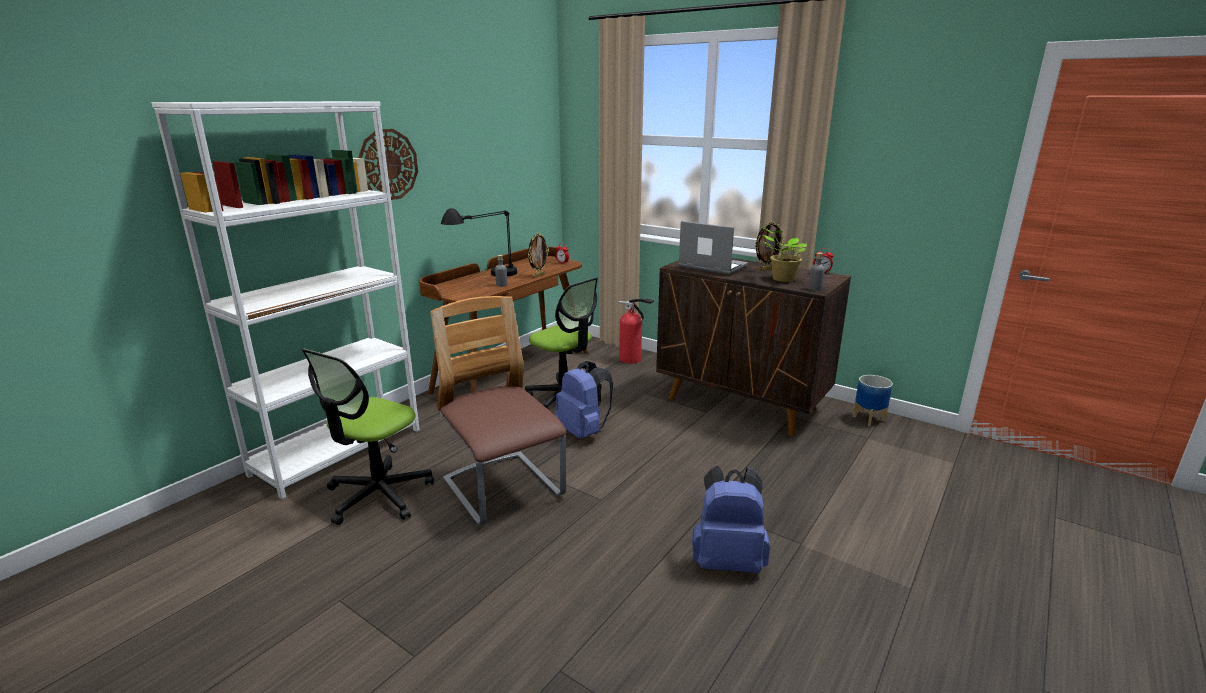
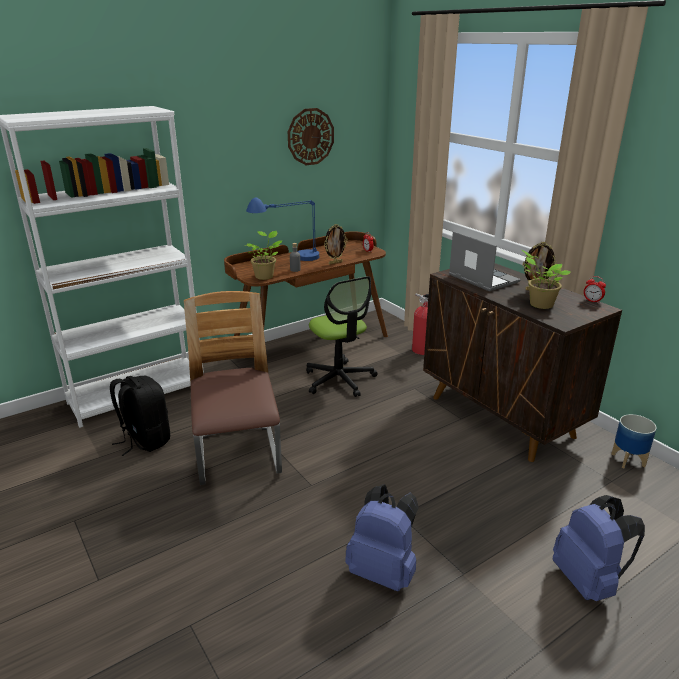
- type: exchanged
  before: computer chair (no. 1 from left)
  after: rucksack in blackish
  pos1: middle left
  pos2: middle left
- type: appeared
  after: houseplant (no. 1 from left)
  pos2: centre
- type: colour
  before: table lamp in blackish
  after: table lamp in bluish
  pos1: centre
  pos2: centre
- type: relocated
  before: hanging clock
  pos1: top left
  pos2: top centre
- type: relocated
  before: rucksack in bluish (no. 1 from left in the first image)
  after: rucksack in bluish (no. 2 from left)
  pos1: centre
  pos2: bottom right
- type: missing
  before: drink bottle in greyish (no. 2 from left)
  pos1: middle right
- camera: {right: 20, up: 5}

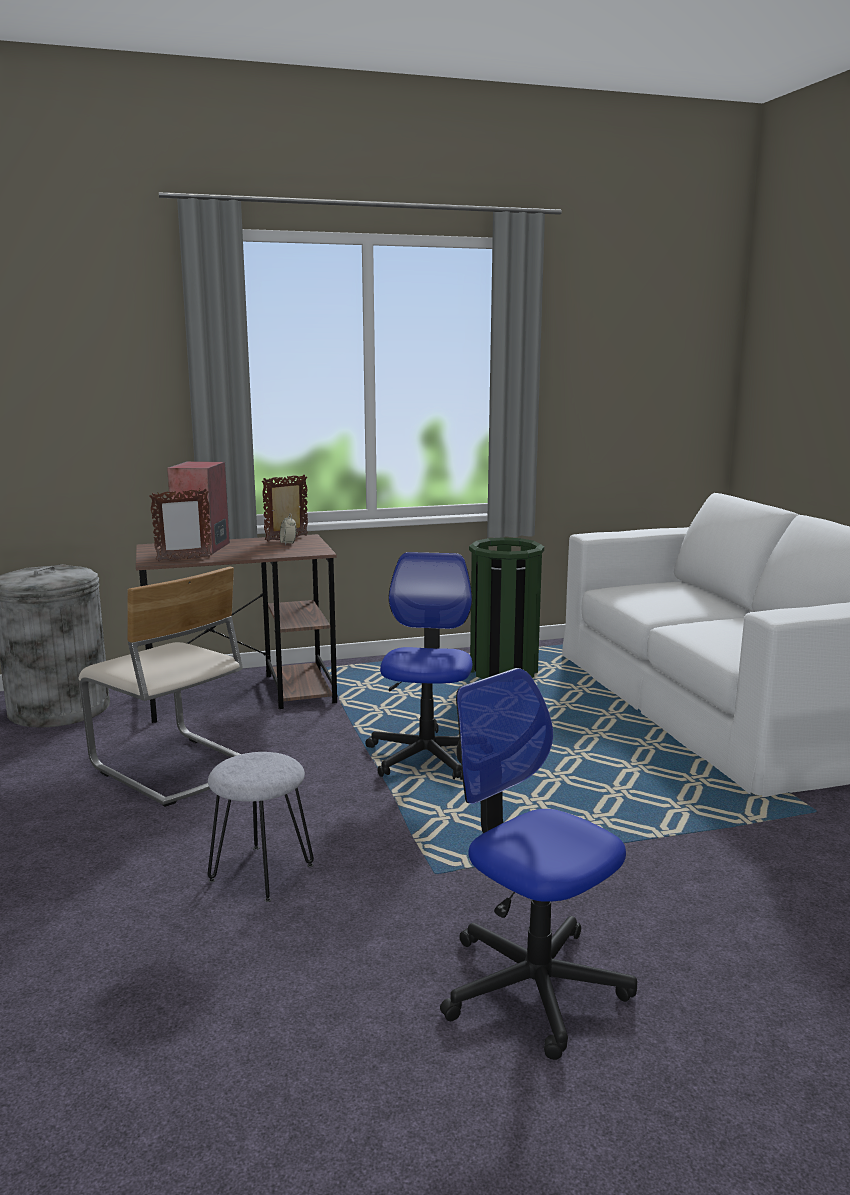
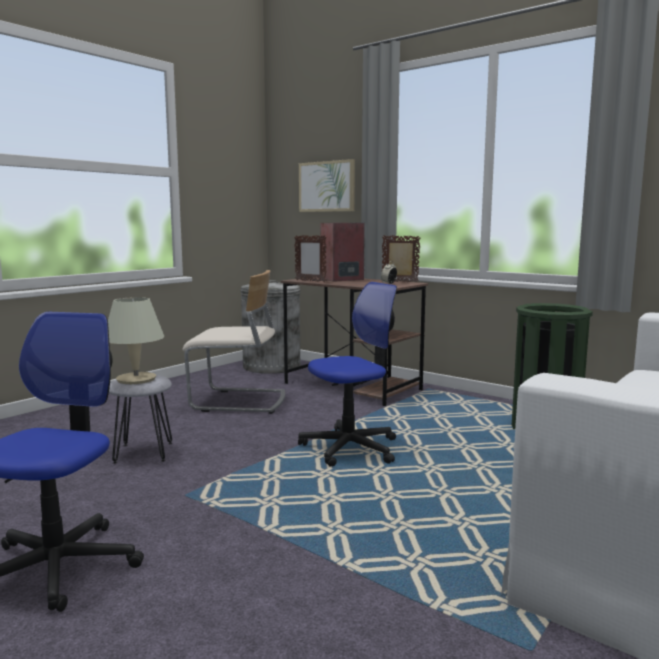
- type: appeared
  after: table lamp in sand-coloured
  pos2: middle left
- type: spun
  before: plain chair in sand-coloured
  pos1: middle left
  pos2: centre
  turn: -90
- type: appeared
  after: wall picture
  pos2: top centre
- camera: {right: 55, up: -5}

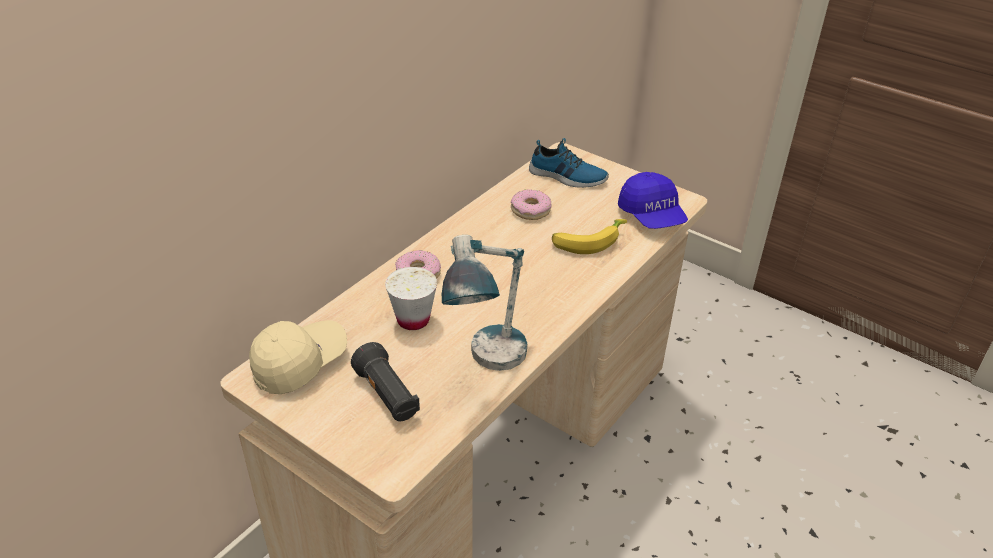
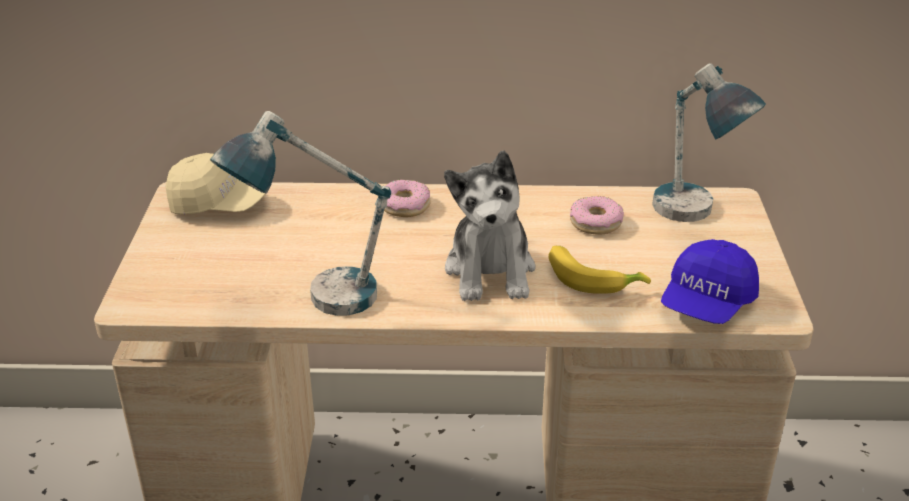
- type: appeared
  after: plush toy
  pos2: centre
- type: exchanged
  before: item of footwear
  after: table lamp (no. 2 from left)
  pos1: top centre
  pos2: top right
- type: missing
  before: torch in blackish
  pos1: bottom centre
- type: missing
  before: drinking cup in white-coloured
  pos1: centre
- camera: {right: 55, up: -5}

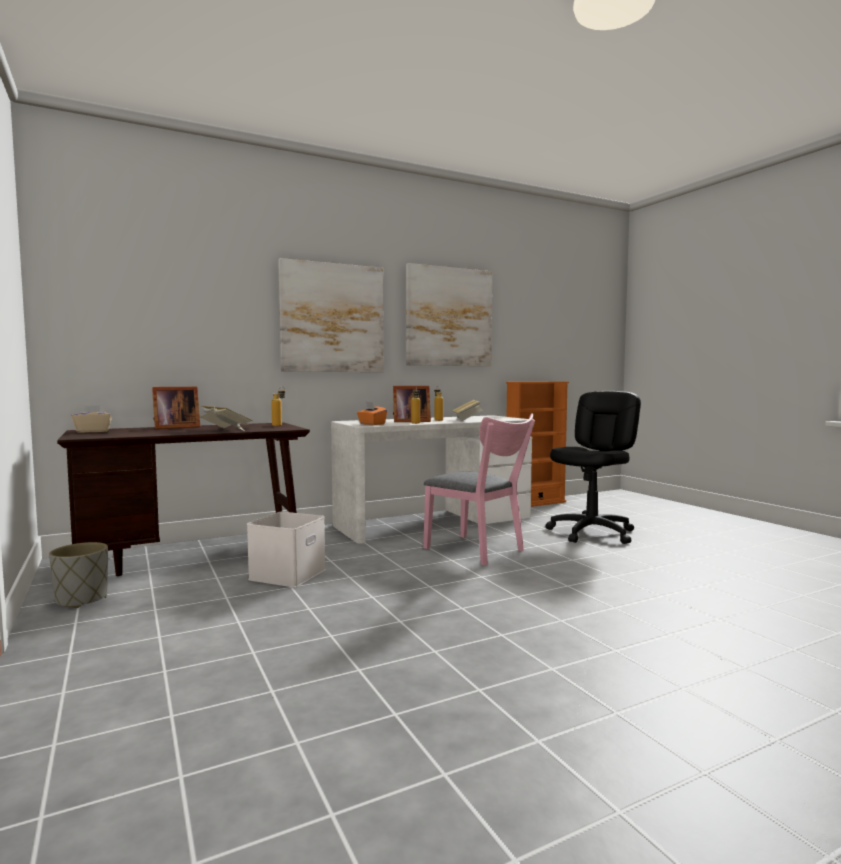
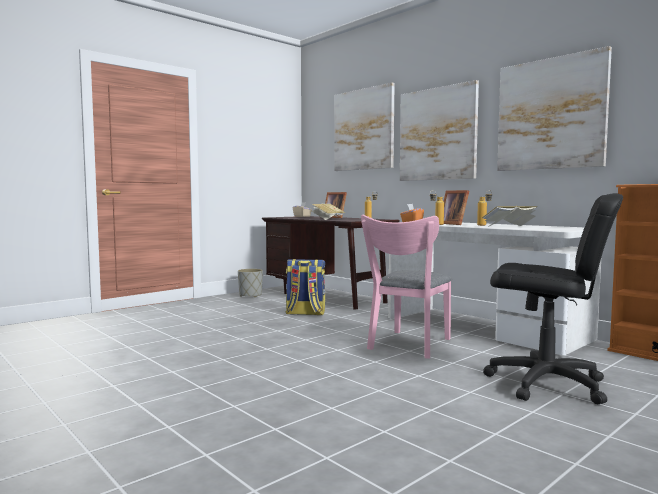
- type: exchanged
  before: storage box in white-coloured
  after: rucksack
  pos1: centre
  pos2: centre
- type: appeared
  after: wall picture (no. 1 from left)
  pos2: top centre
- camera: {right: 75, up: 0}

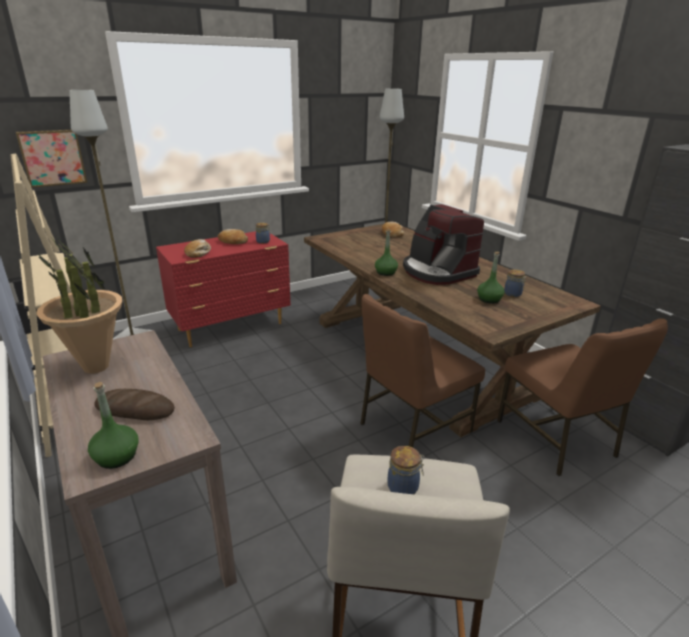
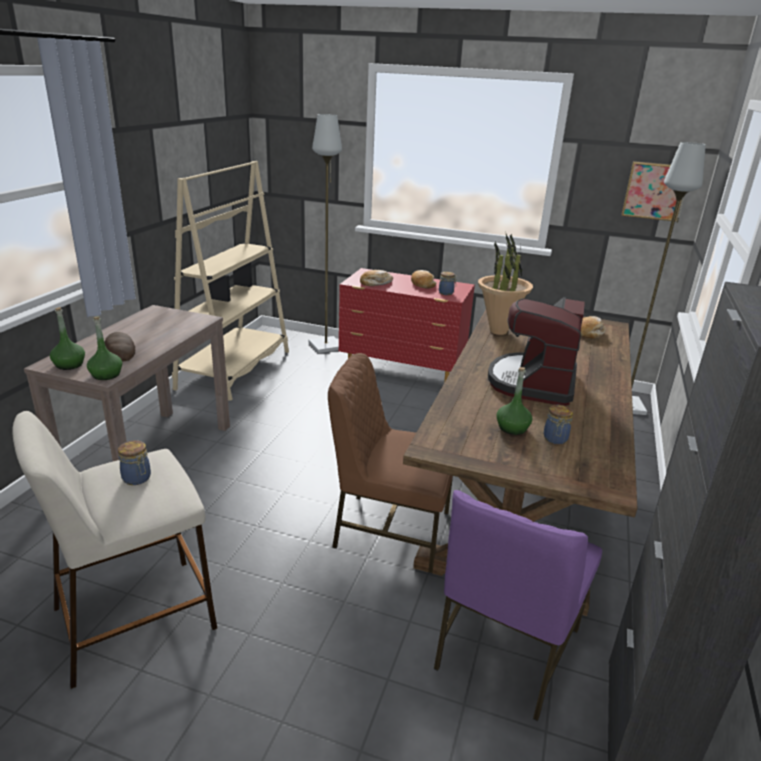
- type: relocated
  before: drink bottle in green-coloured (no. 2 from left)
  pos1: centre
  pos2: middle left
- type: colour
  before: plain chair in brown-coloured (no. 2 from left)
  after: plain chair in purple-coloured
  pos1: middle right
  pos2: bottom right
- type: relocated
  before: houseplant
  pos1: middle left
  pos2: centre
- type: relocated
  before: wall picture
  pos1: top left
  pos2: top right
- camera: {right: 50, up: 0}

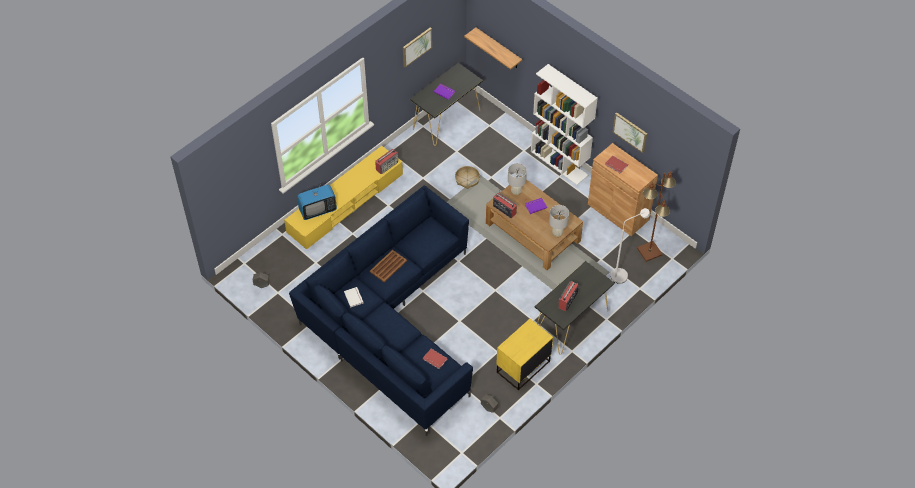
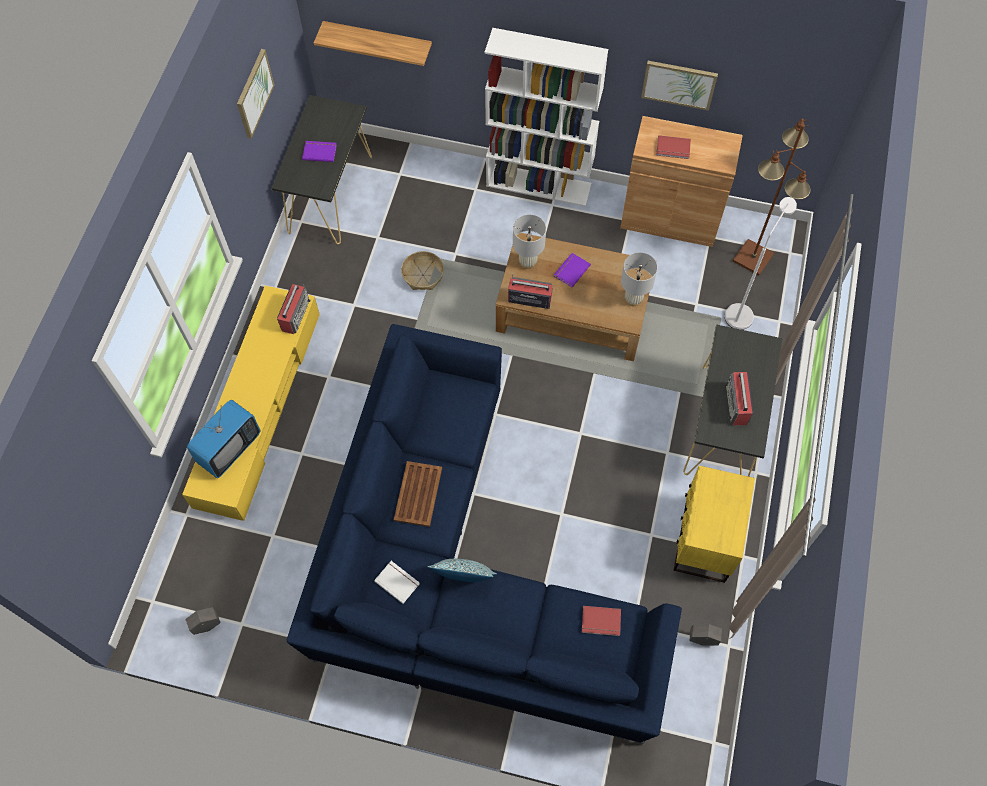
- type: appeared
  after: pillow
  pos2: bottom centre
- camera: {right: -30, up: 10}

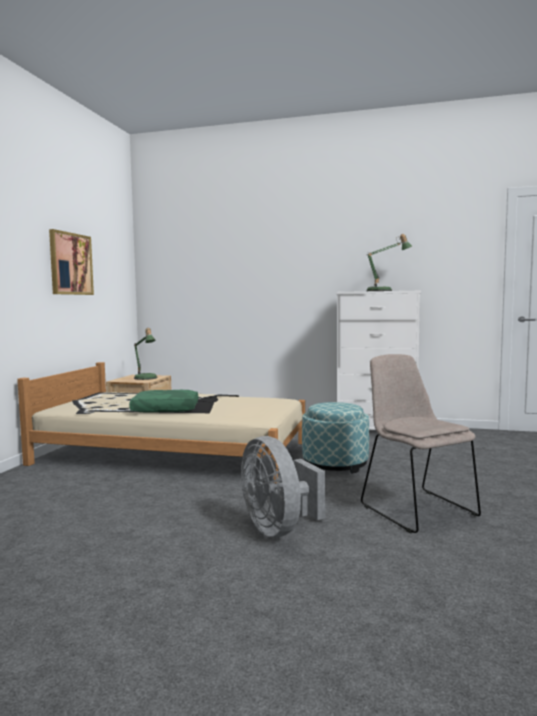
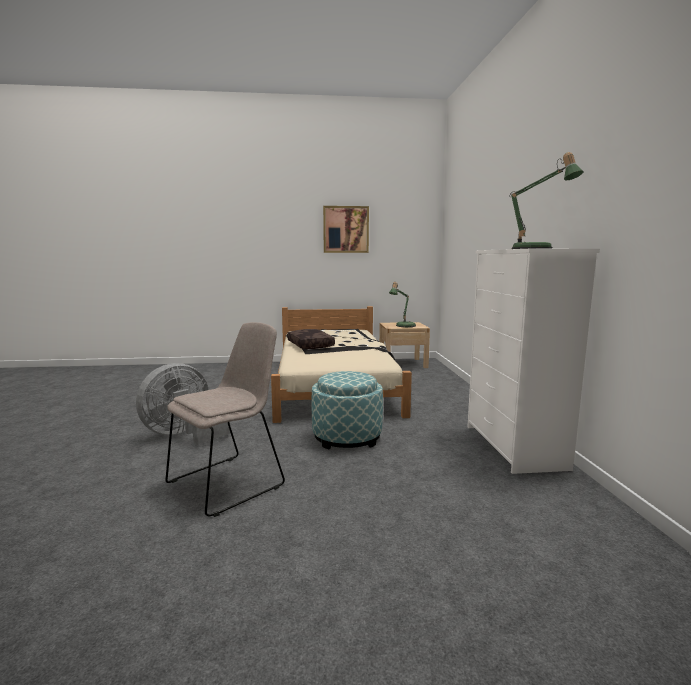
- type: colour
  before: pillow in green-coloured
  after: pillow in brown-coloured
  pos1: middle left
  pos2: centre
- camera: {right: 70, up: 5}

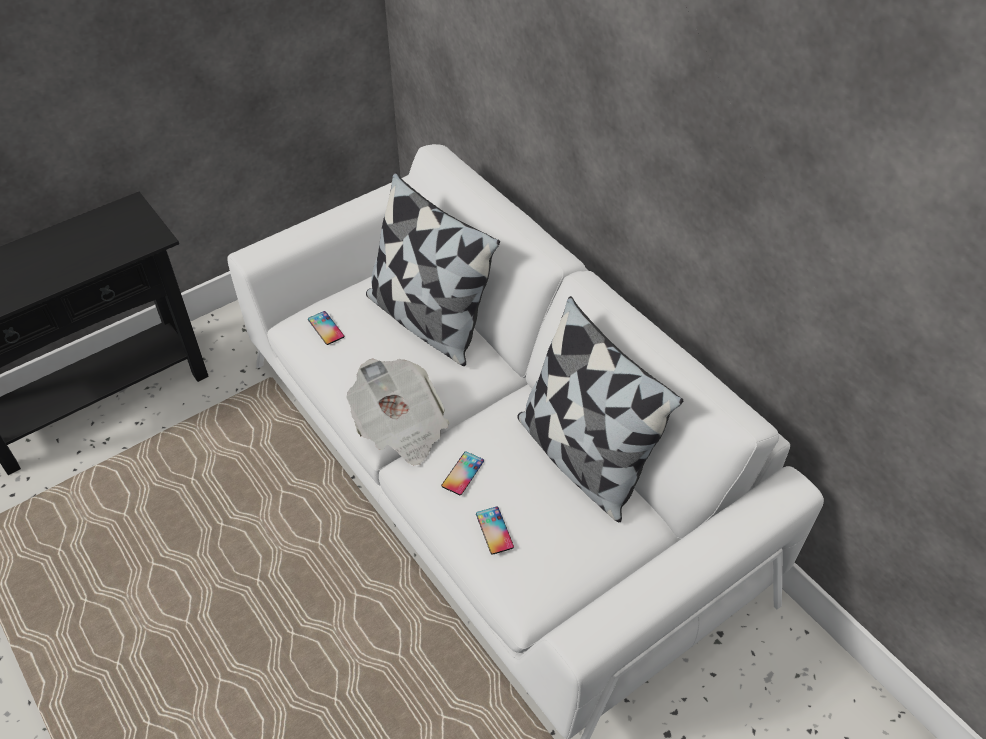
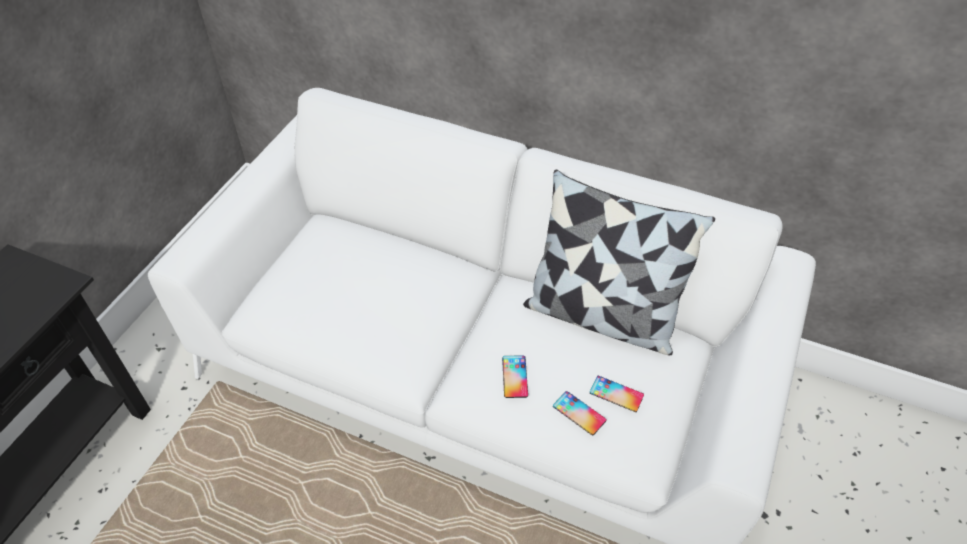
- type: relocated
  before: phone (no. 1 from left in the first image)
  after: phone (no. 3 from left)
  pos1: middle left
  pos2: bottom centre
- type: missing
  before: printed paper
  pos1: centre
- type: missing
  before: pillow (no. 1 from left)
  pos1: centre
- camera: {right: -30, up: 0}

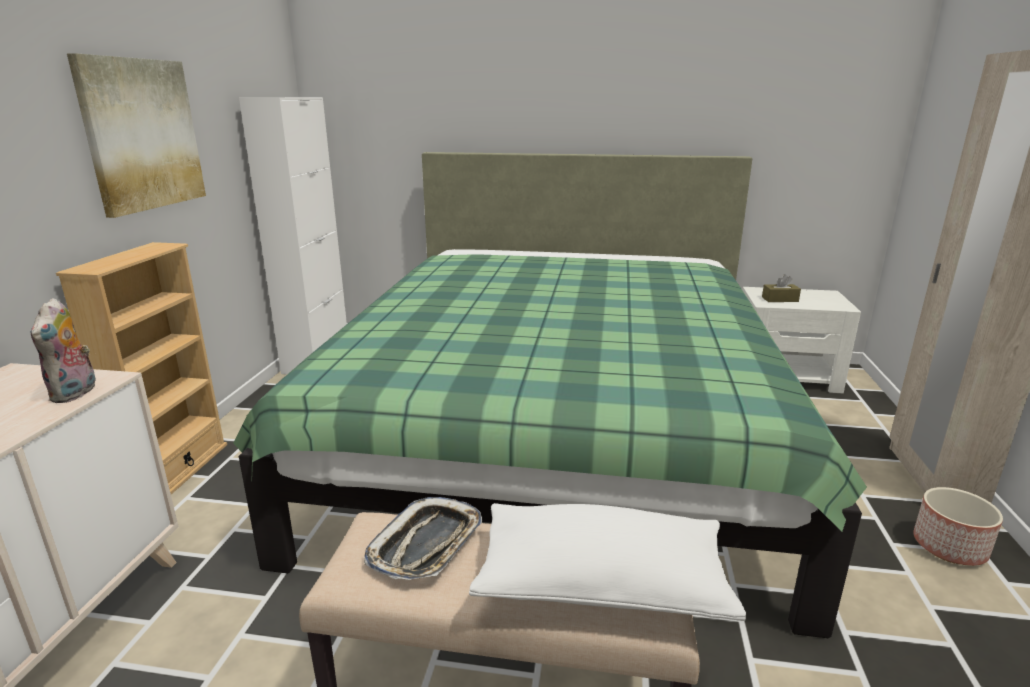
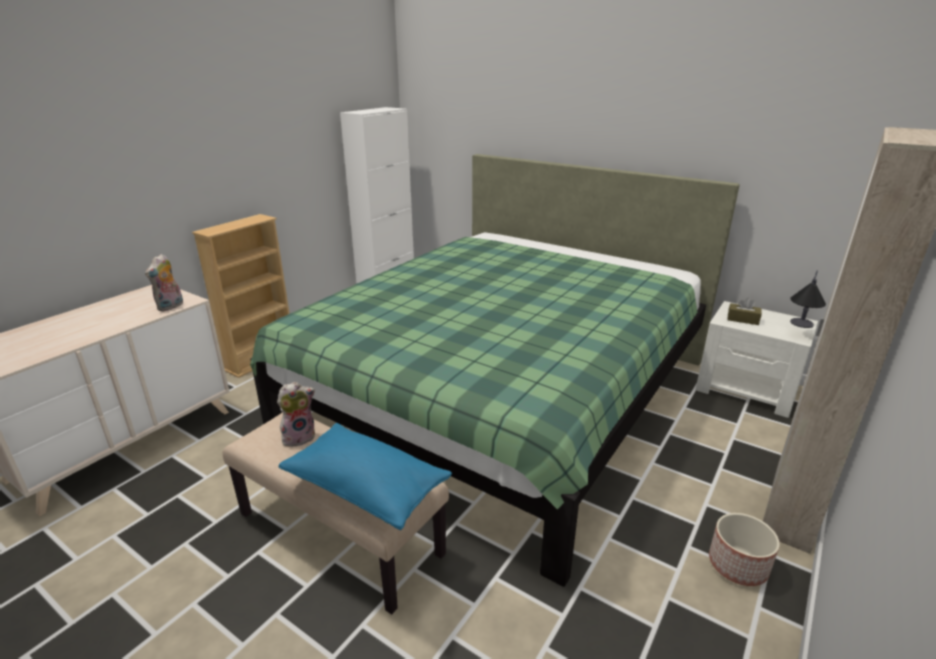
- type: exchanged
  before: serving tray
  after: plush toy (no. 2 from left)
  pos1: bottom centre
  pos2: middle left
- type: colour
  before: pillow in white-coloured
  after: pillow in bluish
  pos1: bottom centre
  pos2: bottom centre
- type: appeared
  after: table lamp
  pos2: middle right
- type: missing
  before: wall picture
  pos1: top left
- camera: {right: 25, up: 5}

